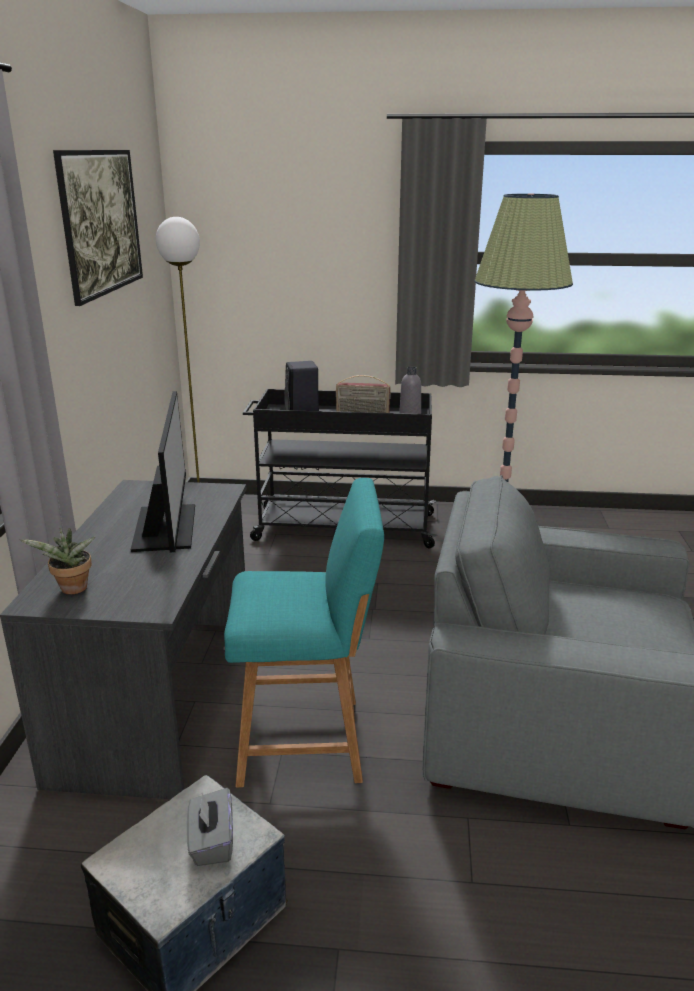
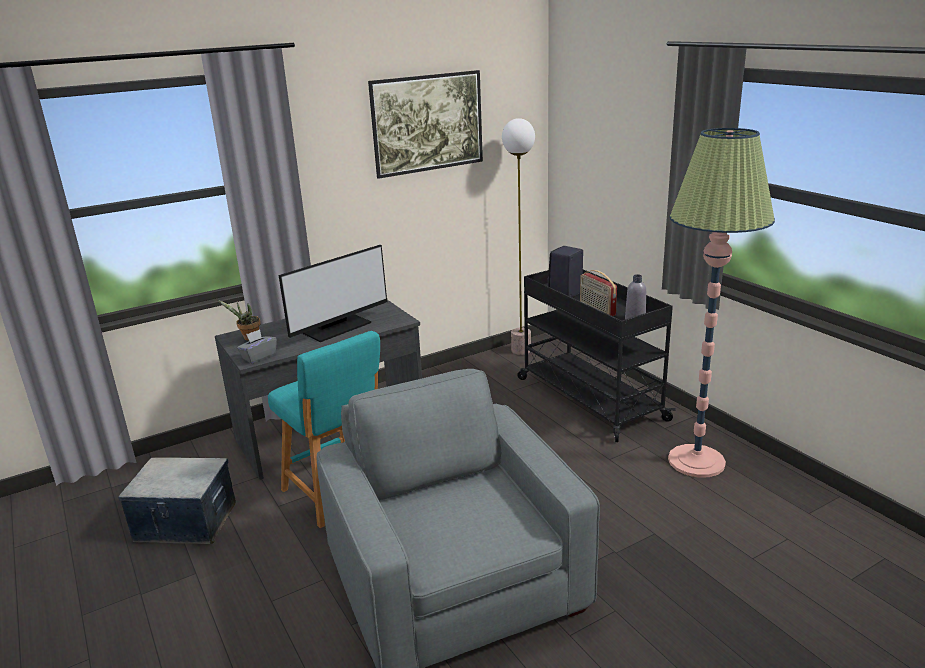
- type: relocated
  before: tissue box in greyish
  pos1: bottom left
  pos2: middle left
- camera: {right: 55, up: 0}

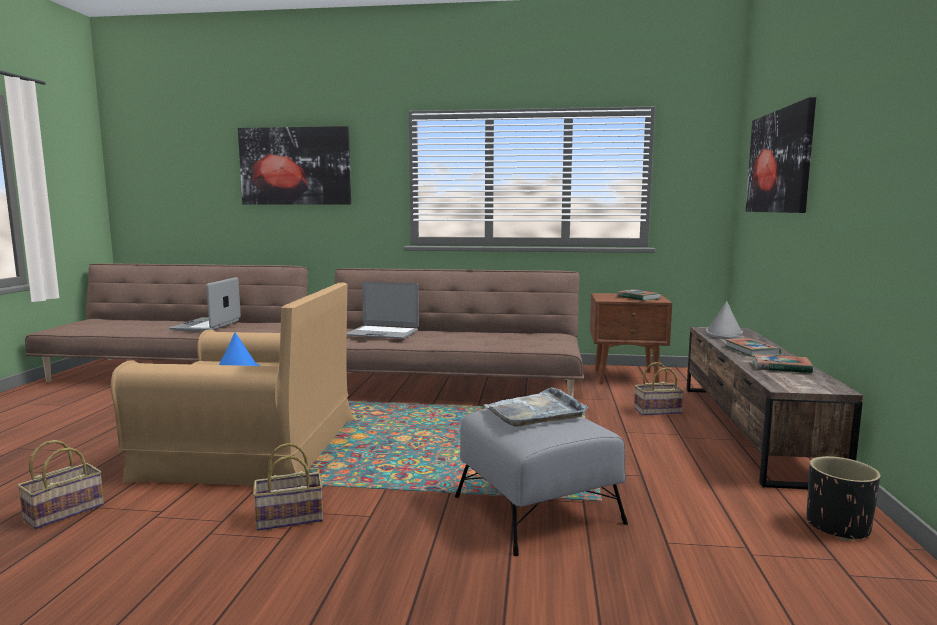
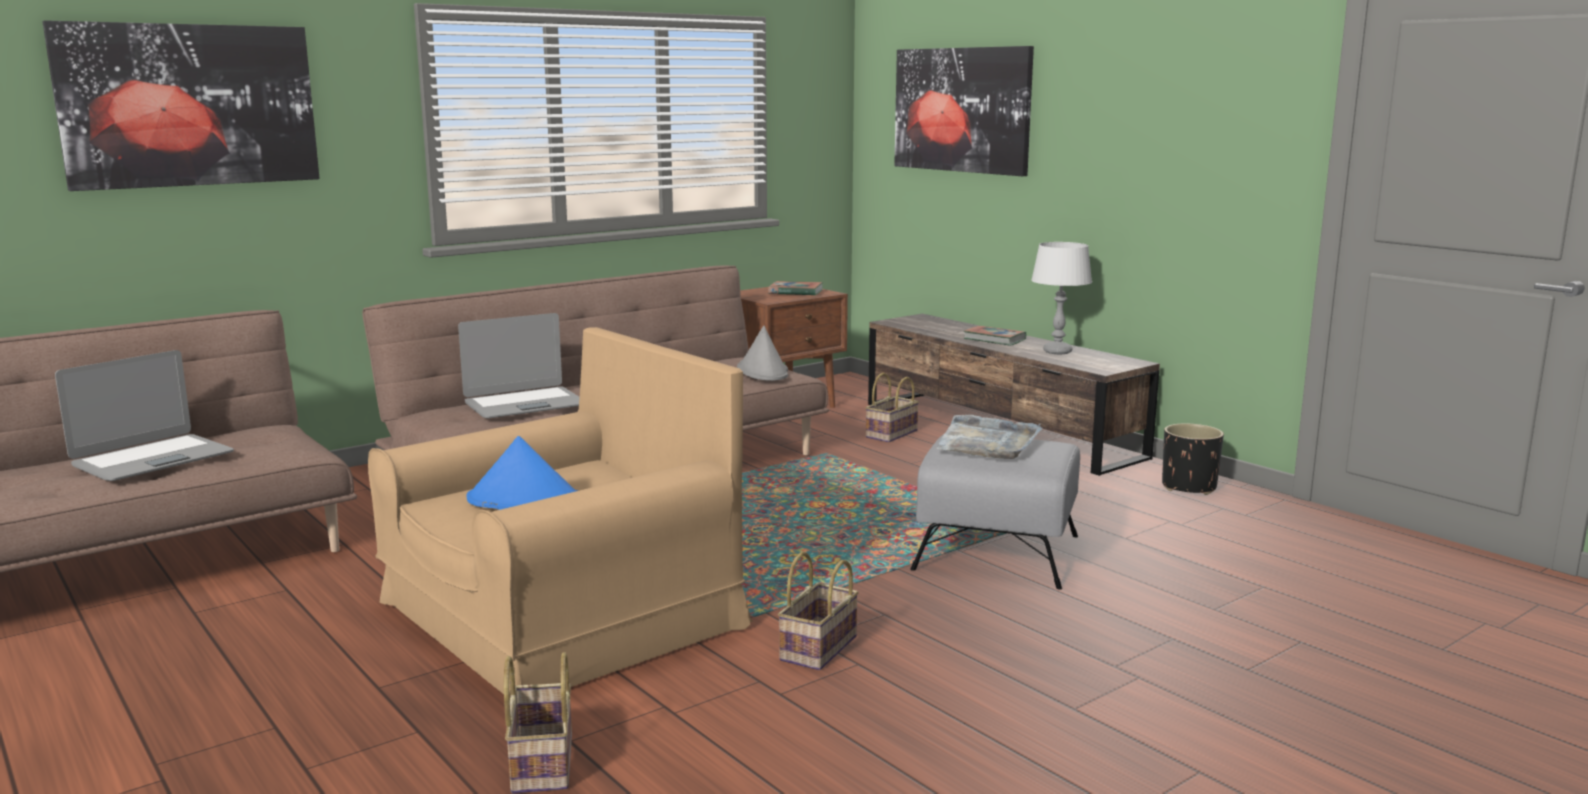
- type: spun
  before: laptop (no. 1 from left)
  pos1: middle left
  pos2: middle left
  turn: -105
- type: relocated
  before: hat in greyish
  pos1: middle right
  pos2: centre
- type: exchanged
  before: bound book (no. 3 from left)
  after: table lamp in greyish
  pos1: middle right
  pos2: middle right
- camera: {right: -45, up: 5}

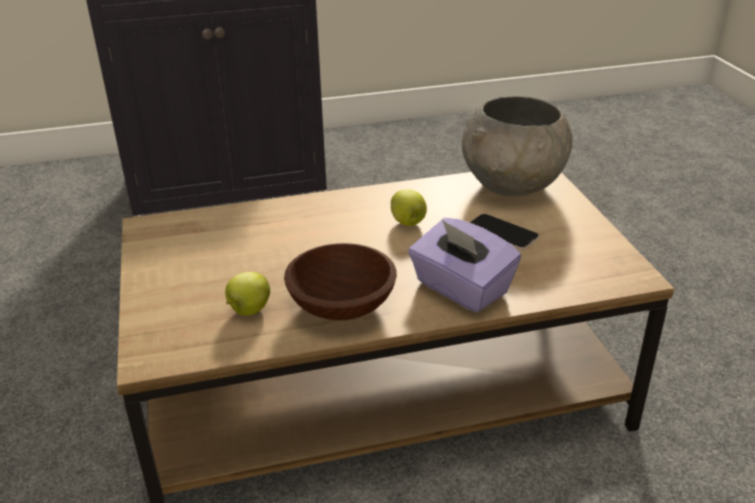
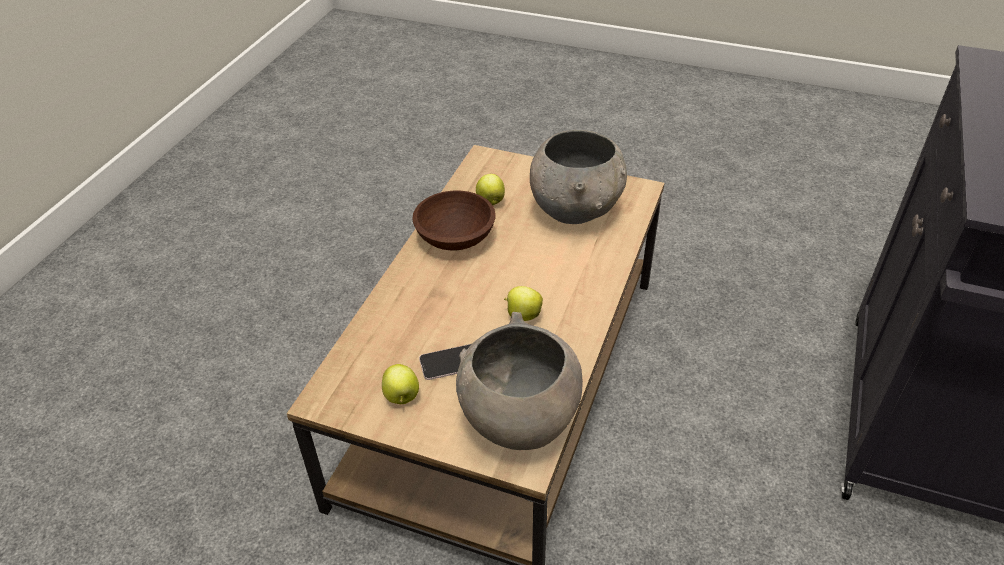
- type: appeared
  after: apple fruit (no. 1 from left)
  pos2: bottom centre
- type: appeared
  after: bowl in greyish (no. 2 from left)
  pos2: top centre
- type: missing
  before: tissue box in purple-coloured
  pos1: centre
- camera: {right: 125, up: 10}

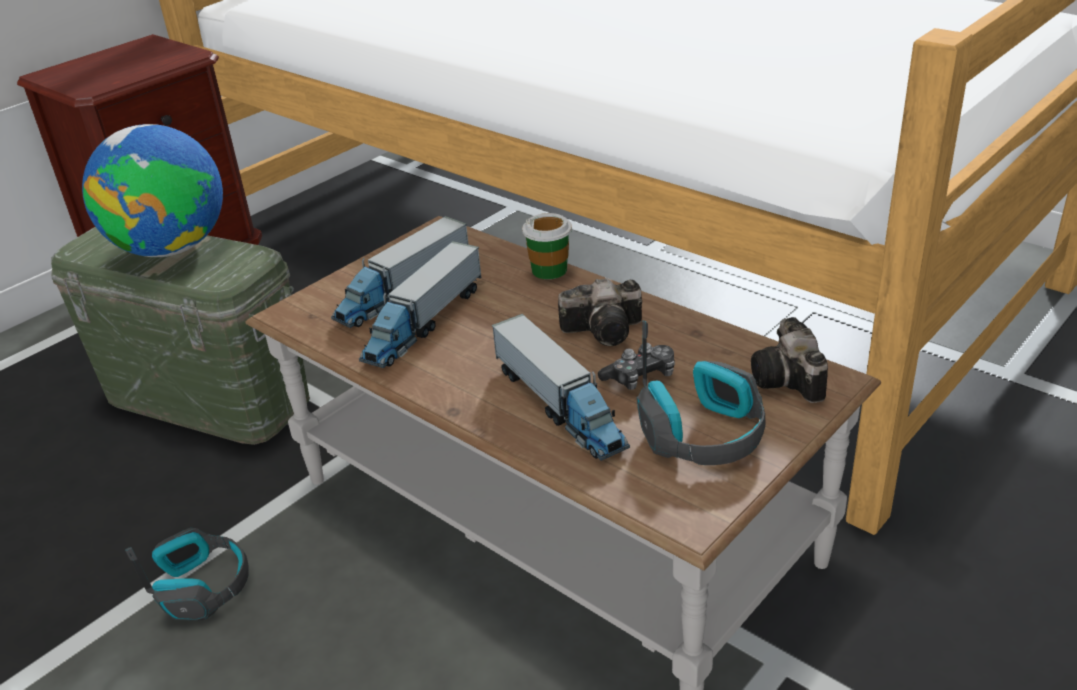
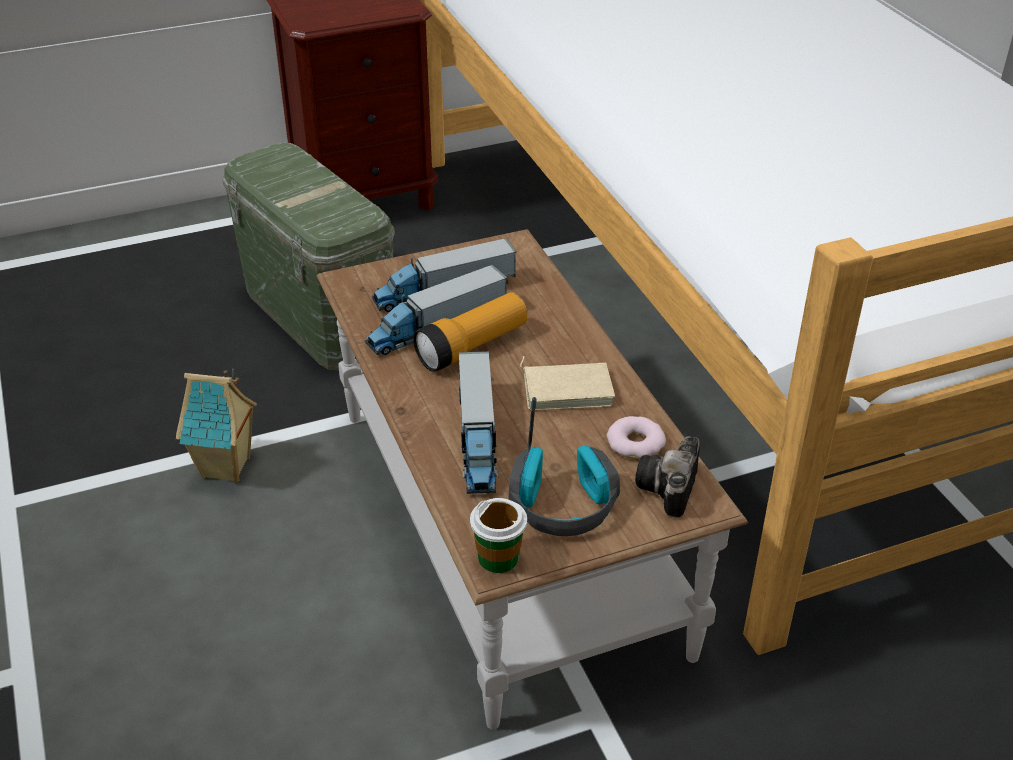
- type: exchanged
  before: pair of headphones (no. 1 from left)
  after: miniature house
  pos1: bottom left
  pos2: middle left
- type: appeared
  after: torch
  pos2: centre
- type: relocated
  before: drinking cup
  pos1: centre
  pos2: bottom centre
- type: exchanged
  before: photo camera (no. 1 from left)
  after: bound book in sand-coloured
  pos1: centre
  pos2: centre
- type: appeared
  after: donut
  pos2: centre
- type: missing
  before: desk globe
  pos1: top left
- type: missing
  before: joypad
  pos1: centre
- camera: {right: 25, up: 5}

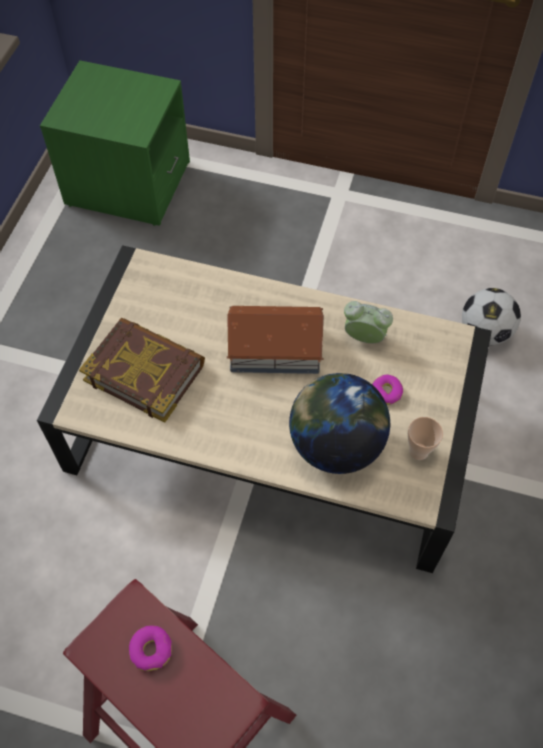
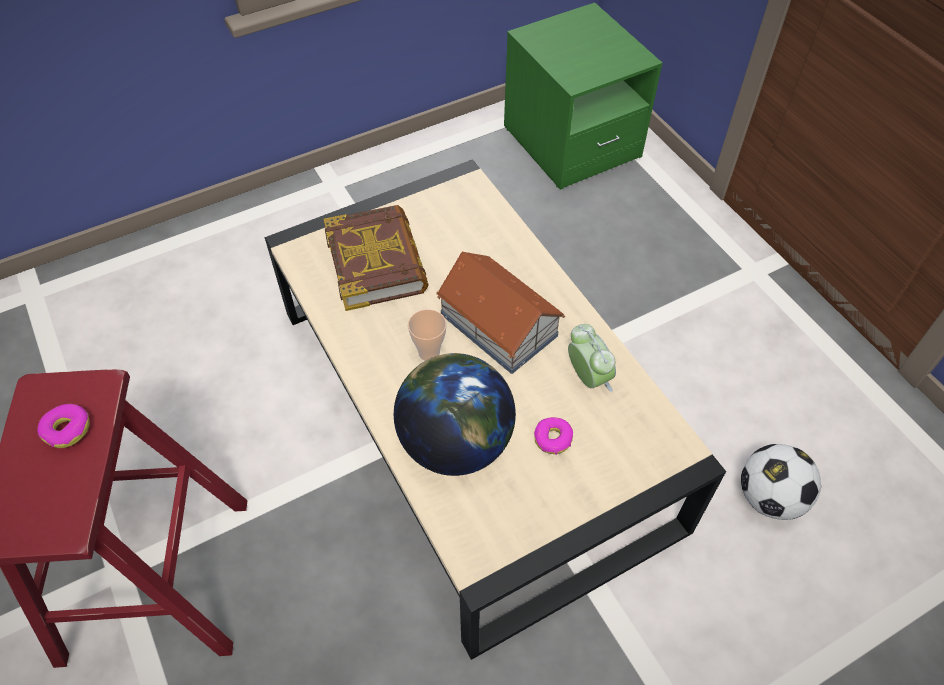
- type: relocated
  before: drinking cup
  pos1: middle right
  pos2: centre
- camera: {right: 45, up: -5}

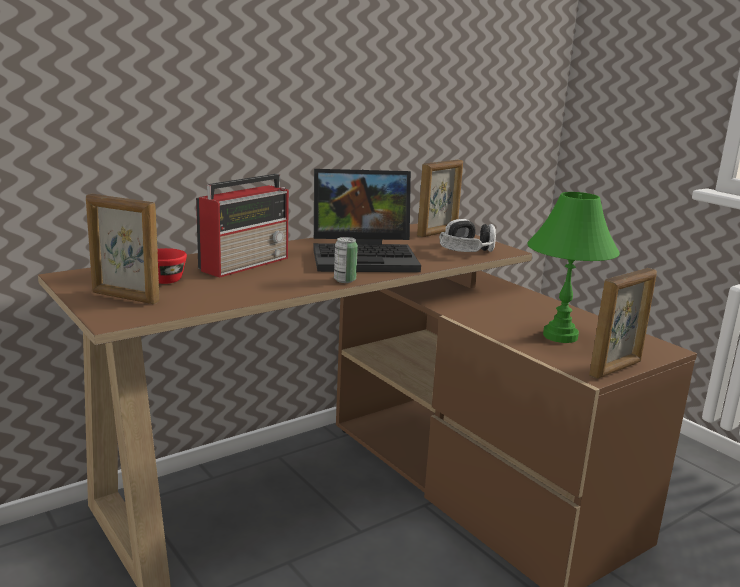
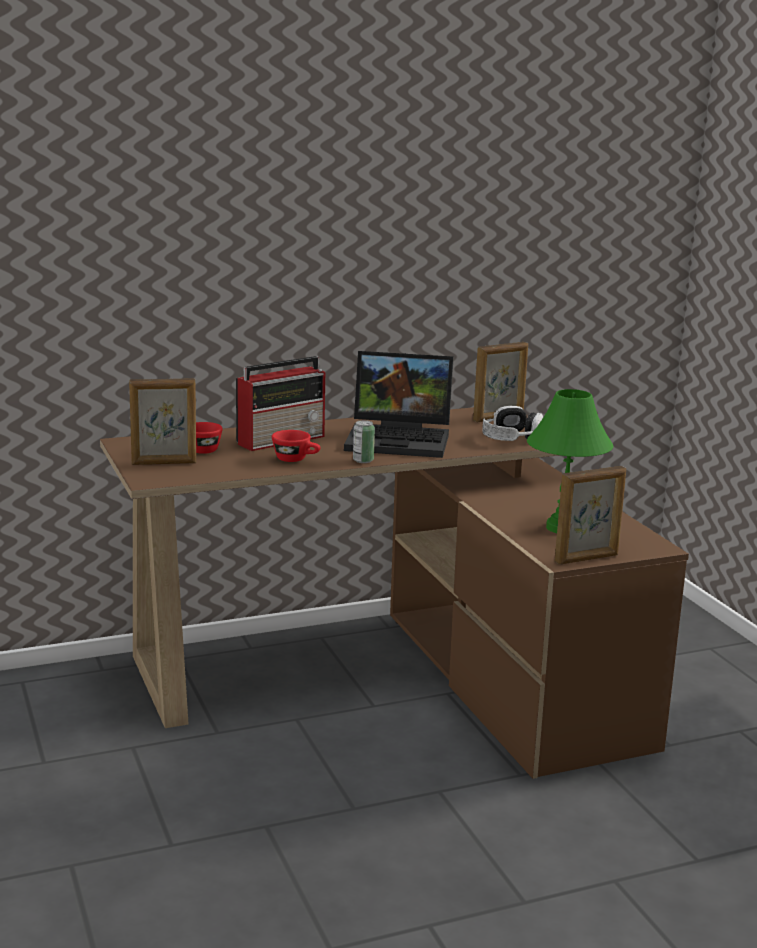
- type: spun
  before: standing frame (no. 1 from left)
  pos1: middle left
  pos2: middle left
  turn: -45
- type: appeared
  after: drinking cup in red (no. 2 from left)
  pos2: centre
- camera: {right: 15, up: 0}

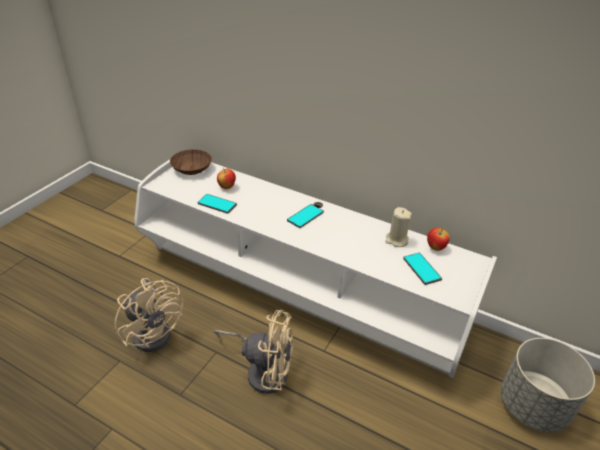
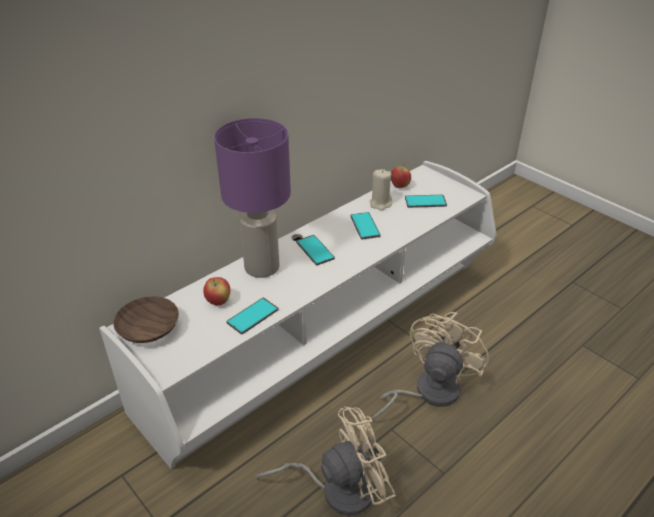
- type: appeared
  after: table lamp in purple-coloured
  pos2: centre
- type: appeared
  after: phone (no. 3 from left)
  pos2: centre
- type: missing
  before: plant pot in greyish
  pos1: bottom right
- camera: {right: -70, up: 0}

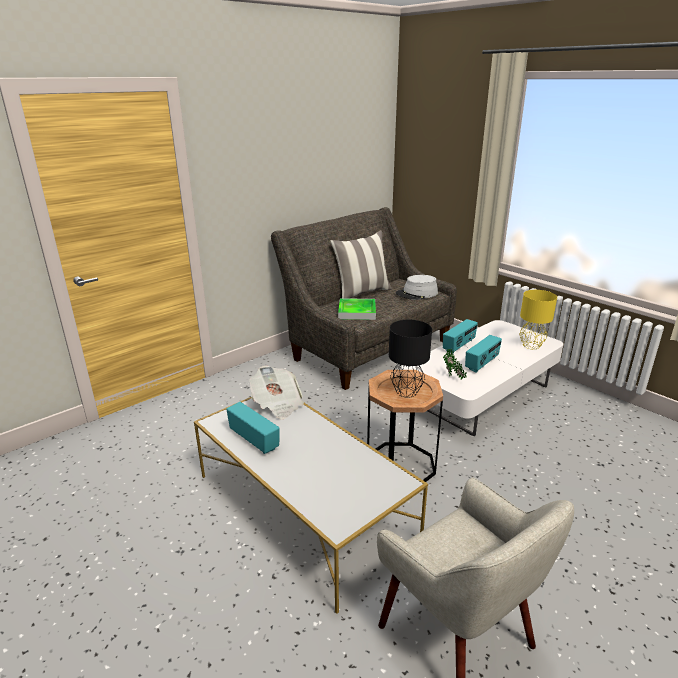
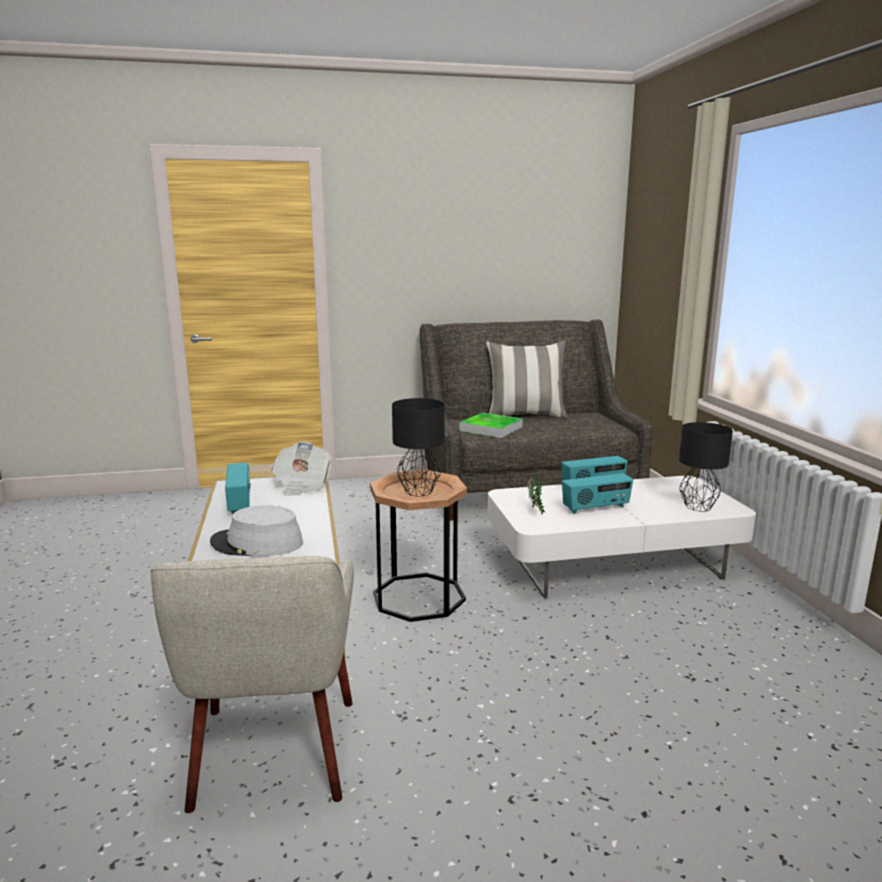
- type: relocated
  before: hat in greyish
  pos1: centre
  pos2: middle left
- type: colour
  before: table lamp in yellowish
  after: table lamp in blackish (no. 2 from left)
  pos1: middle right
  pos2: middle right
- camera: {right: 30, up: -10}

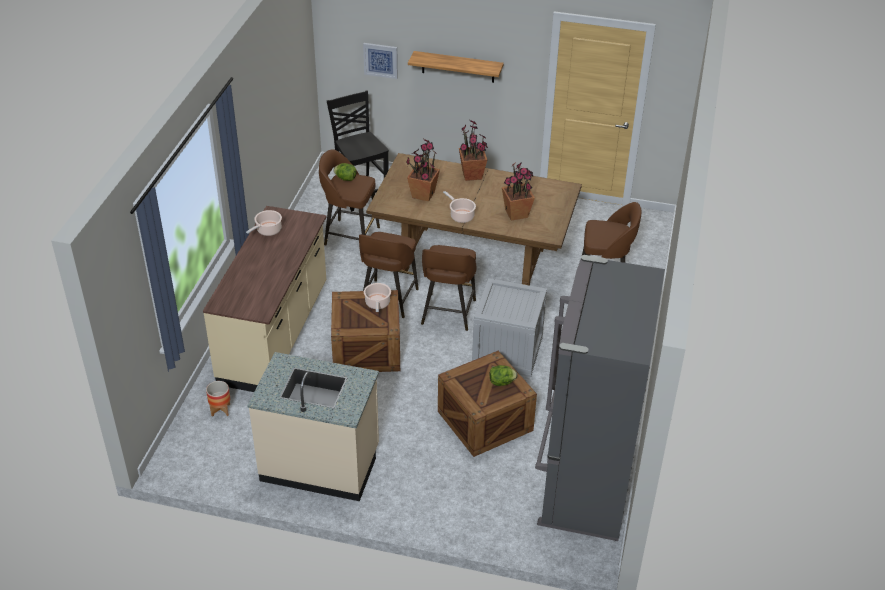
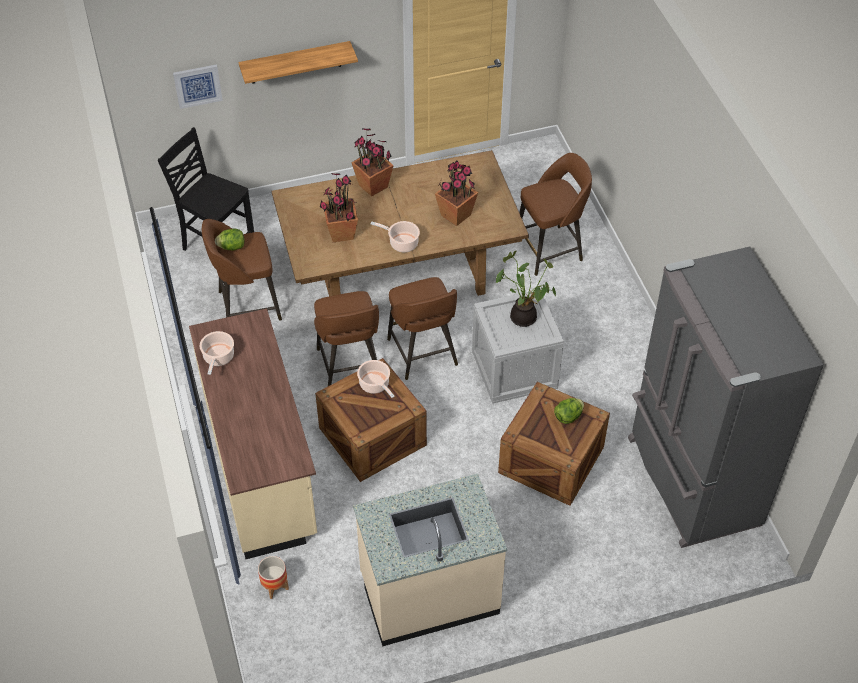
- type: appeared
  after: houseplant (no. 4 from left)
  pos2: centre
- camera: {right: -30, up: 10}

